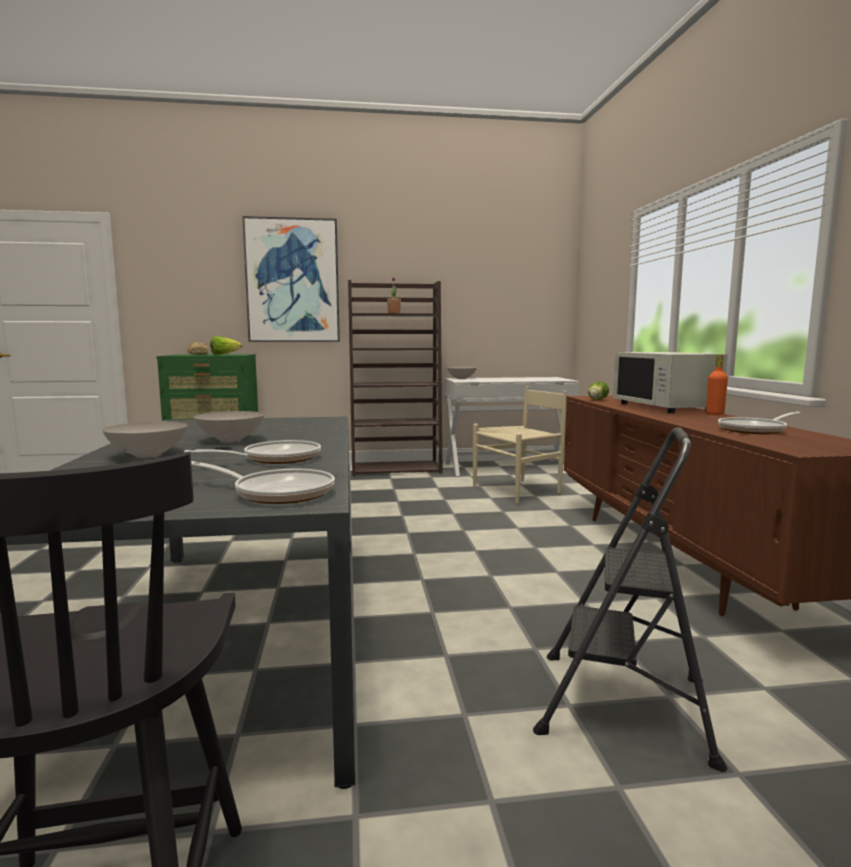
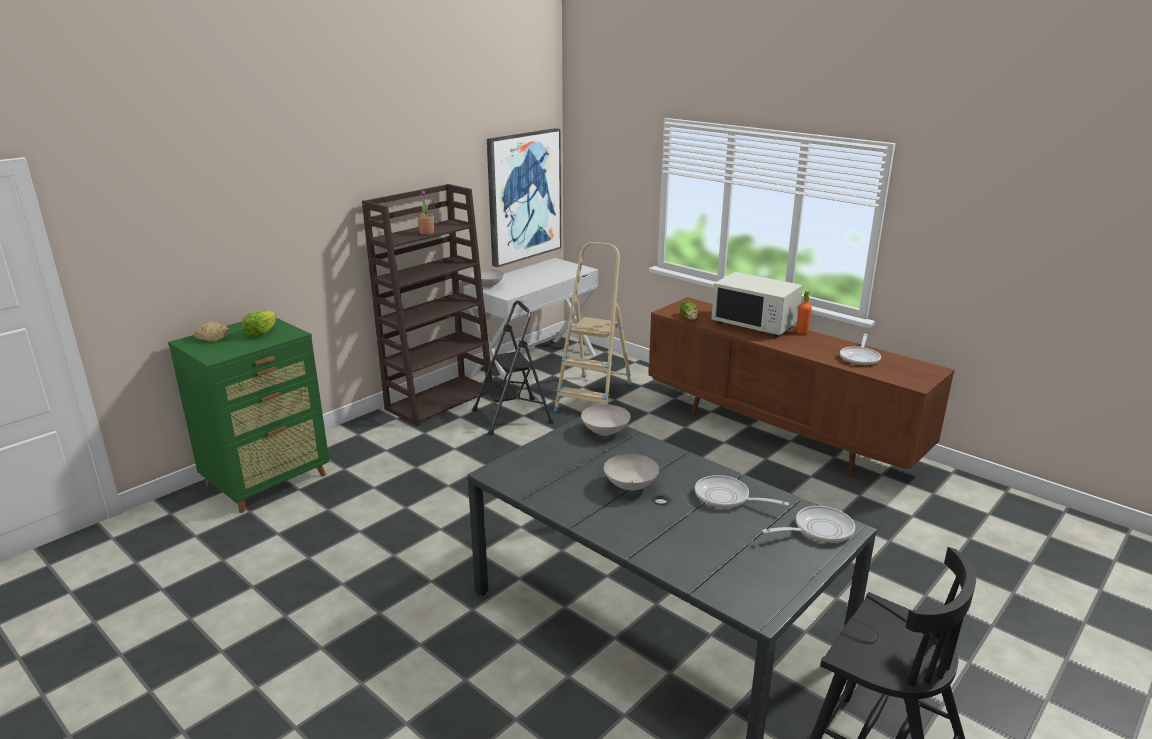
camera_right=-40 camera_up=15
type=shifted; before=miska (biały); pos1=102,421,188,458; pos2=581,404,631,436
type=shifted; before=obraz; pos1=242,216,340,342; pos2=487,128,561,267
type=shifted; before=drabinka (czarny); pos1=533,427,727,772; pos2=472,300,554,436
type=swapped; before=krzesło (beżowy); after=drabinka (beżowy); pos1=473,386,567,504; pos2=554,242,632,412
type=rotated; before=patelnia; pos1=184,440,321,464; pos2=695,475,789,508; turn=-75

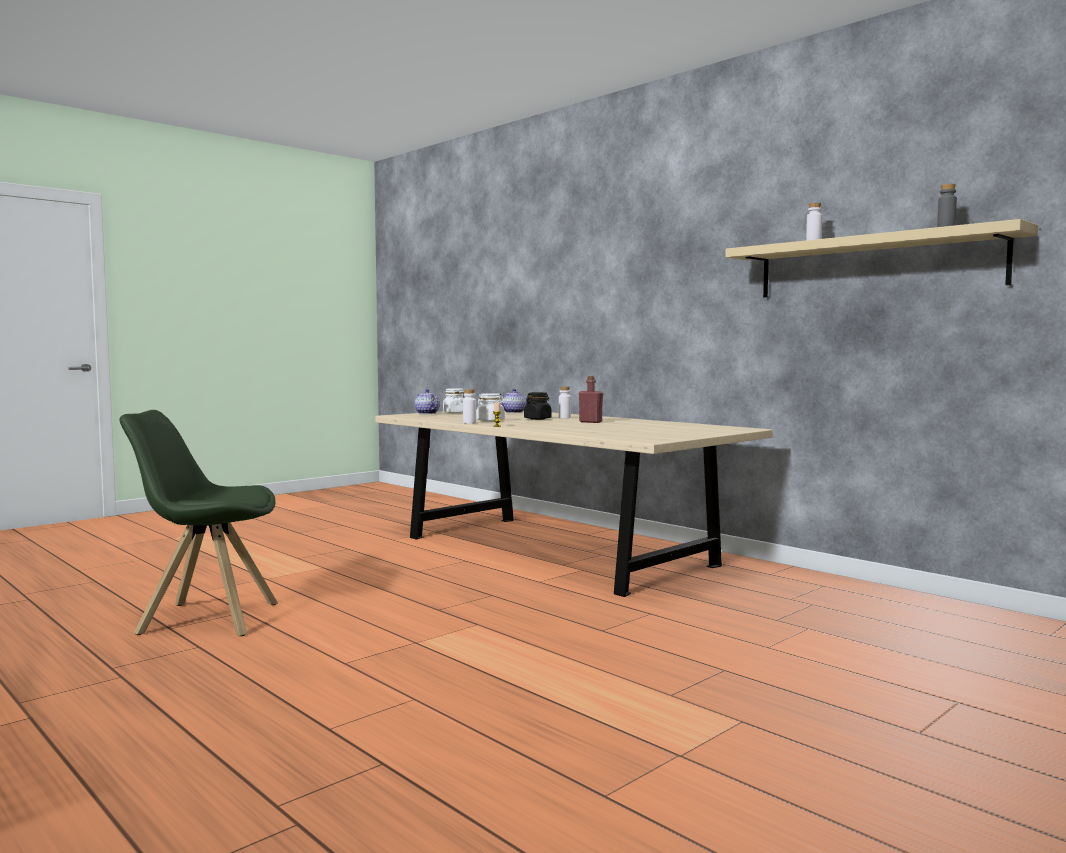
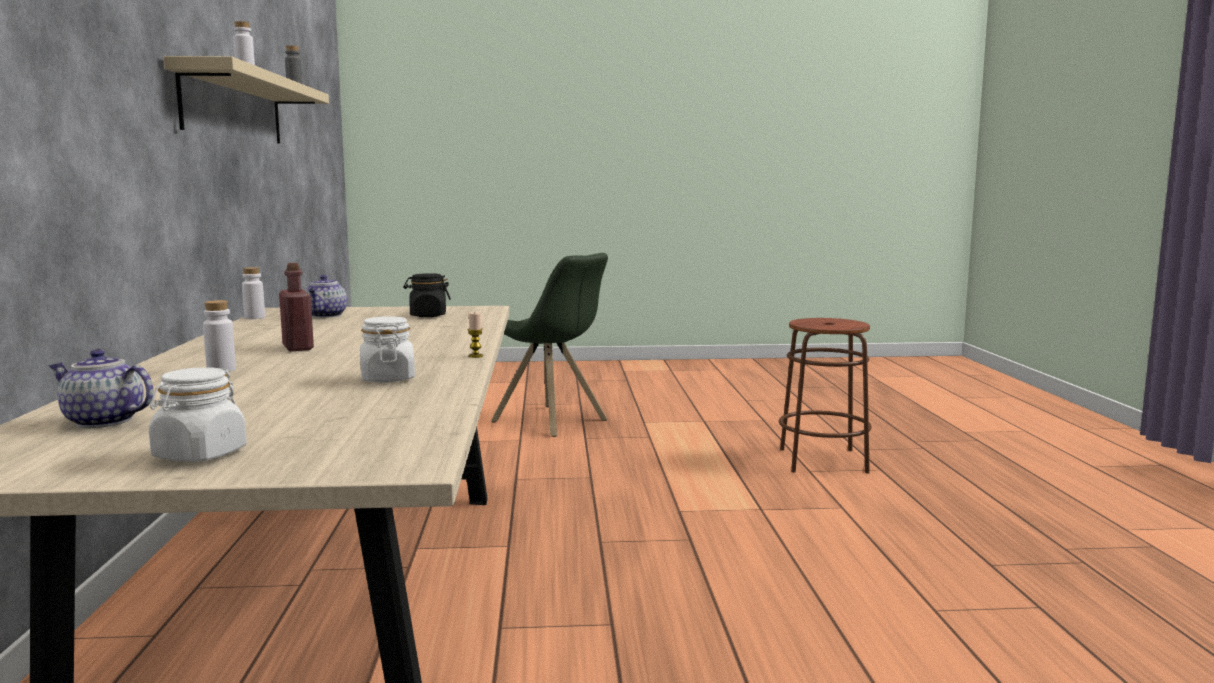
camera_right=-140 camera_up=5
type=new; after=stołek (brązowy); pos2=779,318,872,473
type=shifted; before=krzesło (zielony); pos1=119,410,278,636; pos2=491,253,608,437
type=shifted; before=imbryk; pos1=415,389,440,414; pos2=305,275,347,318
type=shifted; before=butelka (biały); pos1=463,389,476,424; pos2=242,267,265,319
type=shifted; before=słoik (czarny); pos1=524,392,552,420; pos2=403,273,451,317

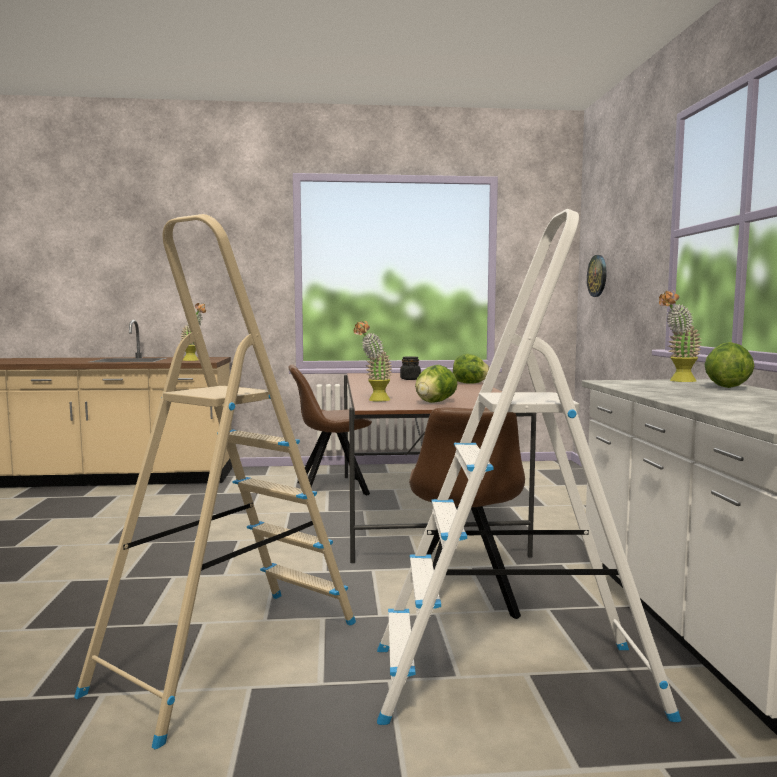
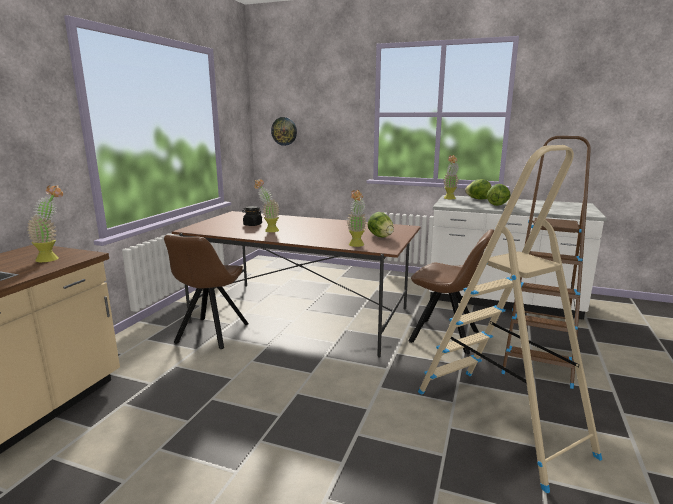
camera_right=-65 camera_up=10
type=new; after=roślina doniczkowa; pos2=254,179,280,232
type=shifted; before=sałata; pos1=453,354,490,384; pos2=487,184,511,206
type=repainted; before=drabinka (biały); after=drabinka (brązowy); pos1=377,209,681,725; pos2=502,136,591,389

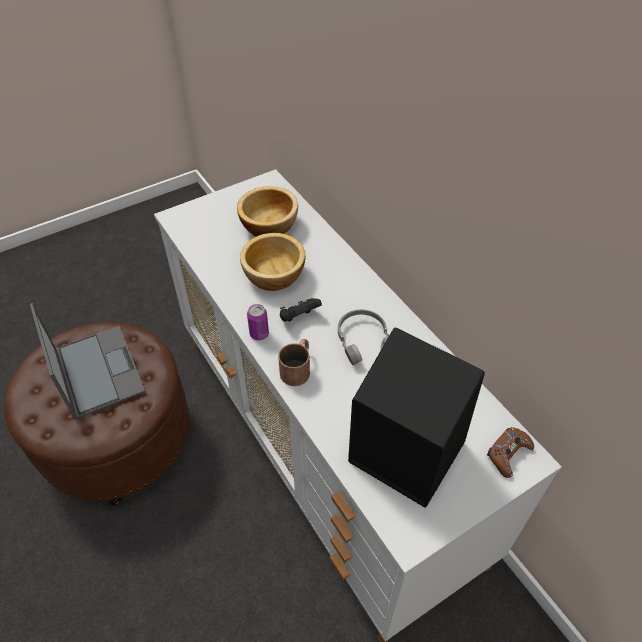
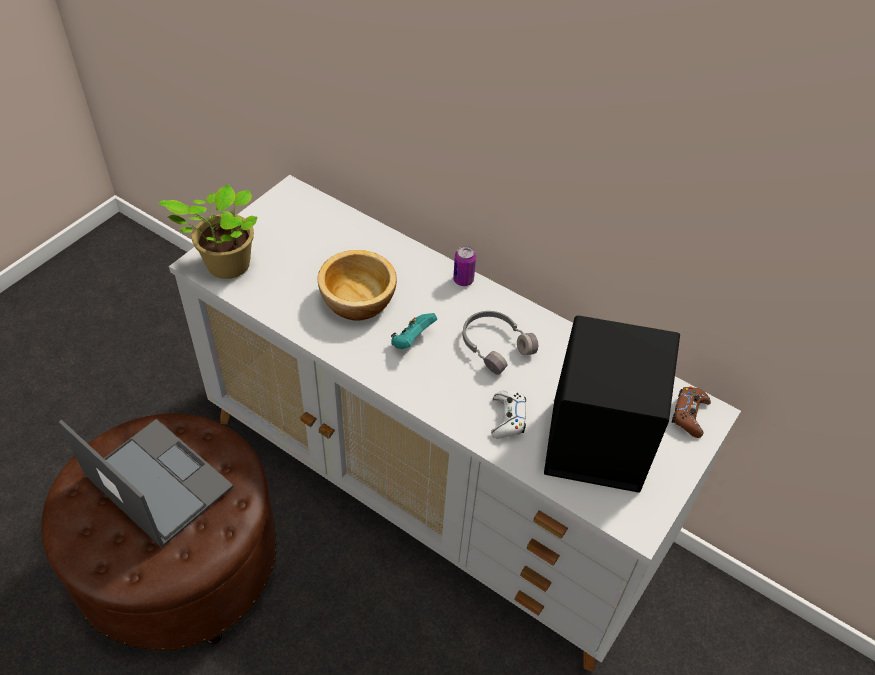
camera_right=-25 camera_up=0
type=gone; before=miska; pos1=237,186,298,237
type=gone; before=kubek (brązowy); pos1=278,339,310,386
type=new; after=roślina doniczkowa; pos2=159,184,258,279
type=new; after=pad do gier (biały); pos2=491,390,526,438
type=shifted; before=puszka; pos1=247,304,269,340; pos2=453,246,476,286
type=repainted; before=pad do gier (czarny); after=pad do gier (turkusowy); pos1=280,298,322,322; pos2=391,313,437,349

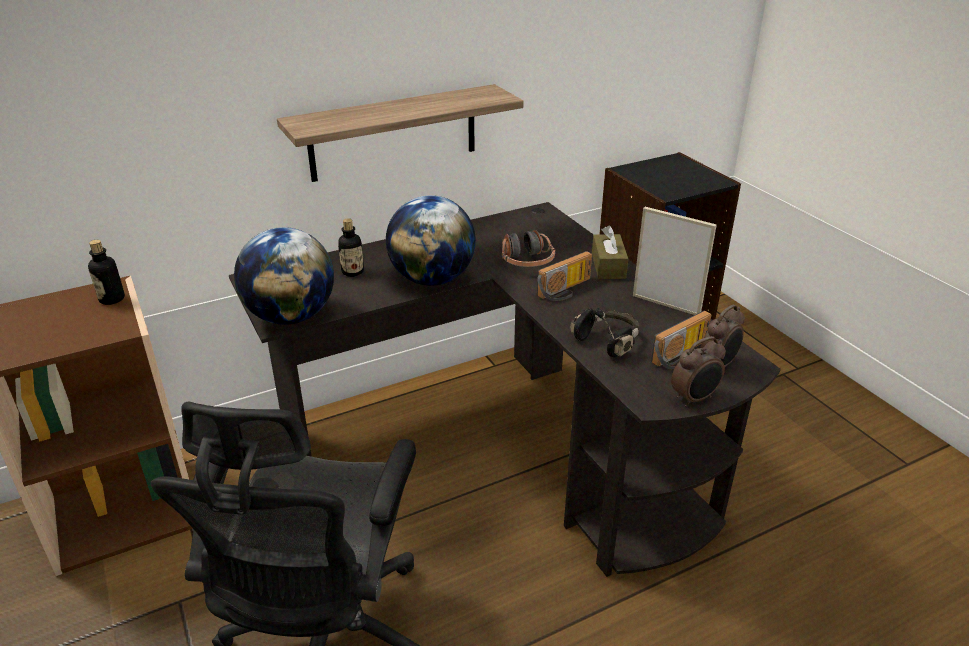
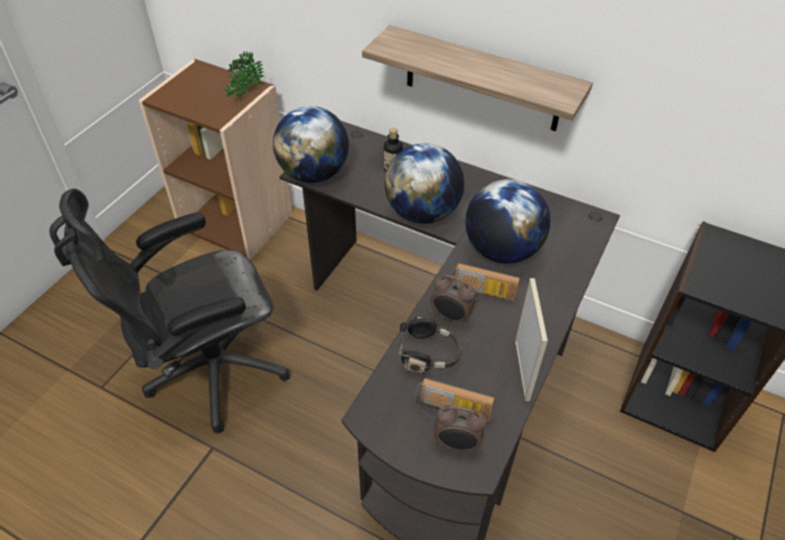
camera_right=55 camera_up=15
type=gone; before=pudełko chusteczek (brązowy); pos1=592,226,628,279
type=shifted; before=budzik; pos1=671,336,726,407; pos2=430,275,476,325
type=swapped; before=butelka; after=roślina doniczkowa; pos1=88,240,125,305; pos2=224,51,264,102
type=swapped; before=słuchawki; after=globus; pos1=502,230,556,267; pos2=465,179,550,263

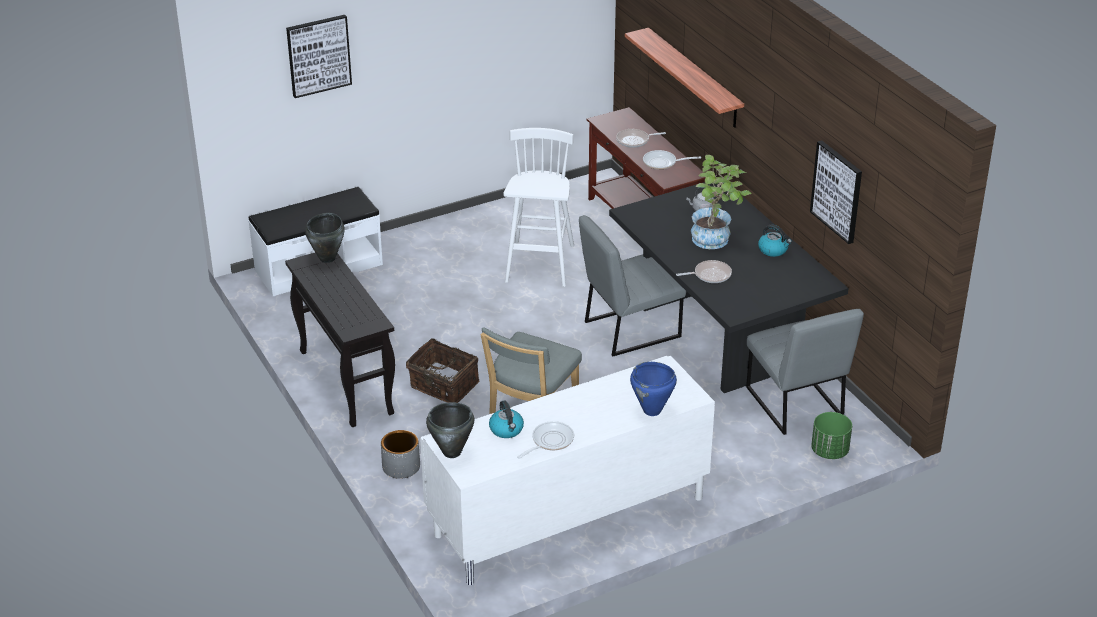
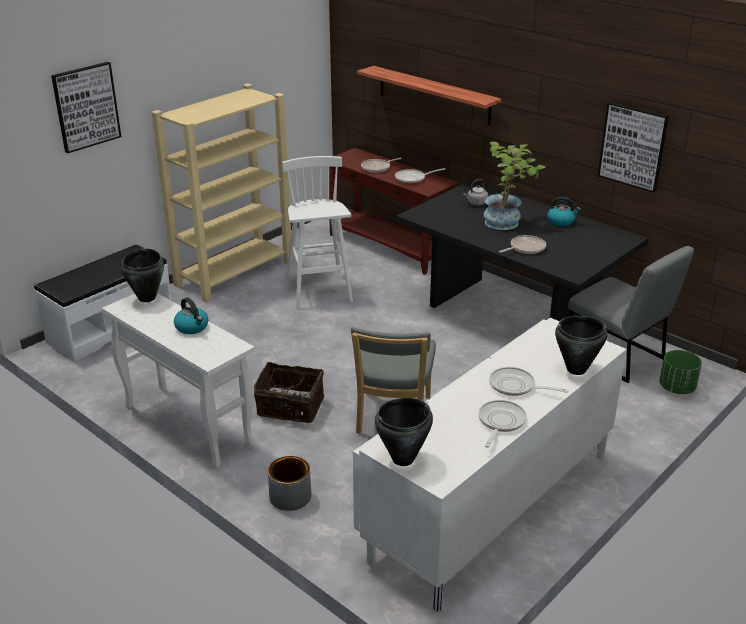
camera_right=-20 camera_up=-5
type=gone; before=krzesło (szary); pos1=579,215,686,356
type=new; after=regał (beżowy); pos2=152,83,293,303
type=new; after=patelnia; pos2=489,367,569,396
type=shifted; before=czajnik; pos1=489,400,524,438; pos2=174,297,208,334
type=repainted; before=stolik konsolowy (czarny); after=stolik konsolowy (biały); pos1=285,253,395,427; pos2=102,293,255,468
type=repainted; before=garnek (niebieski); after=garnek (czarny); pos1=630,362,677,416; pos2=555,316,608,375

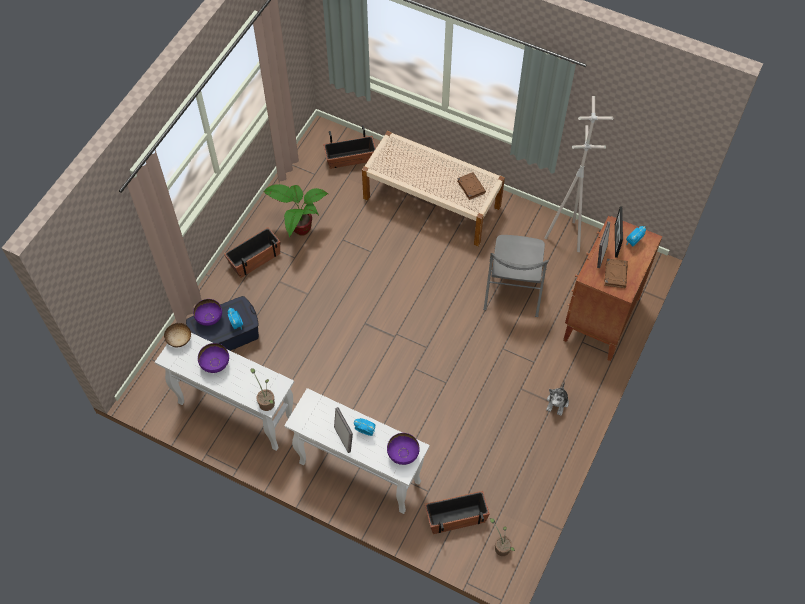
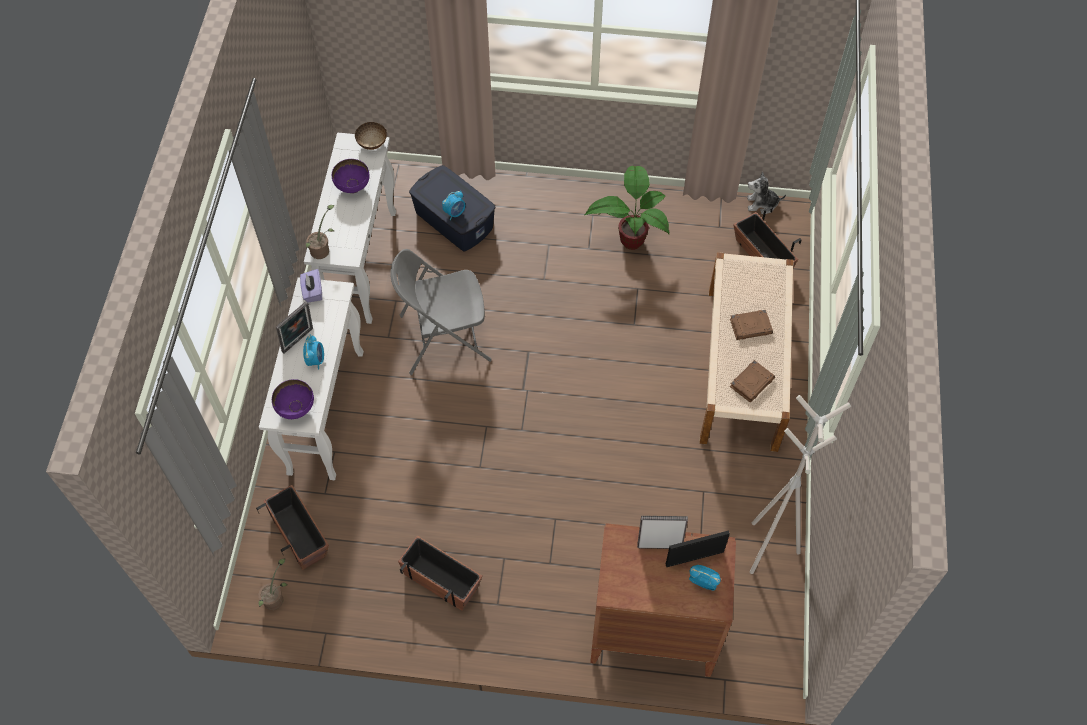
camera_right=70 camera_up=0
type=gone; before=miska (fioletowy); pos1=193,299,222,326
type=new; after=pudełko chusteczek (fioletowy); pos2=300,269,322,303
type=shifted; before=donica; pos1=224,227,280,278; pos2=398,535,482,611
type=shifted; before=krzesło (szary); pos1=483,235,549,317; pos2=390,249,491,375
type=shifted; before=pluszak; pos1=546,382,569,416; pos2=747,171,786,214
type=shifted; before=książka (brązowy); pos1=604,258,628,288; pos2=730,310,773,340

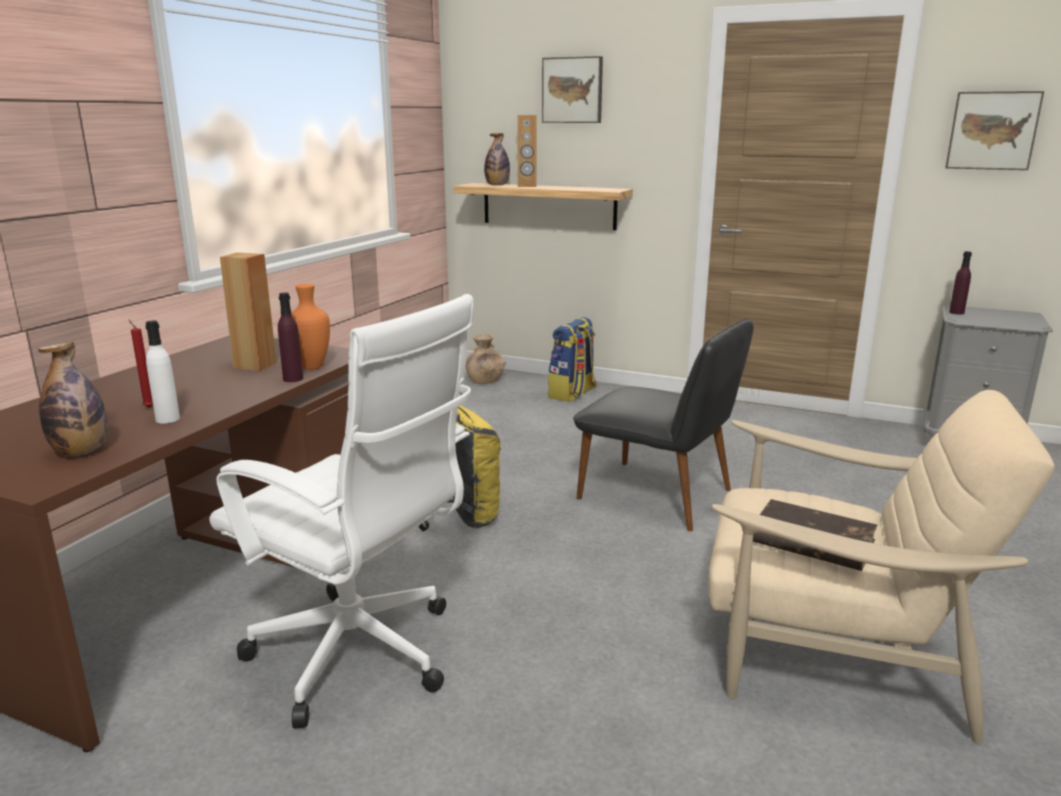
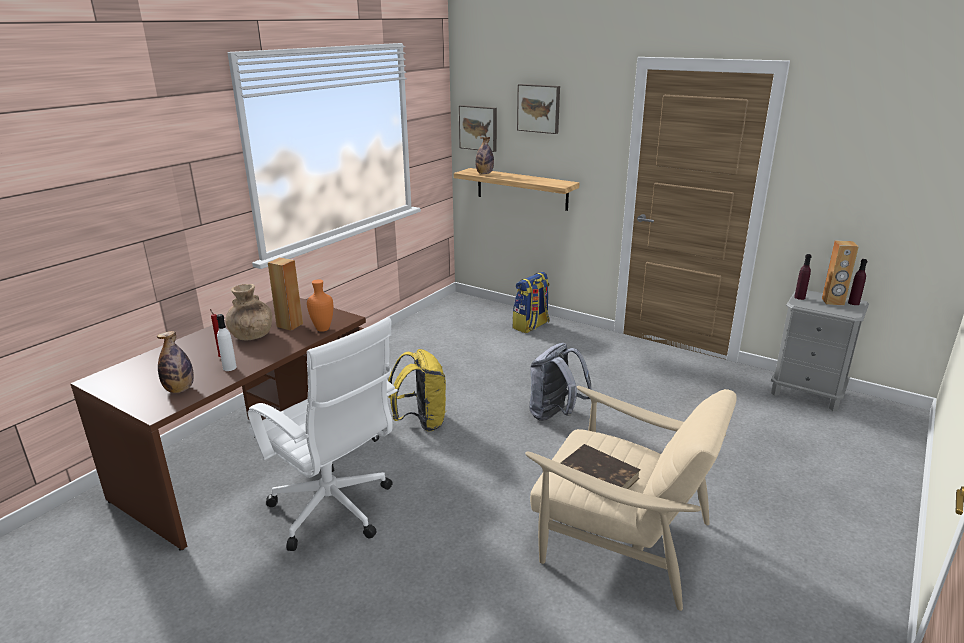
camera_right=10 camera_up=5
type=shifted; before=butelka (fioletowy); pos1=278,293,303,382; pos2=848,259,867,305
type=shifted; before=wazon (brązowy); pos1=466,334,506,384; pos2=225,284,272,340
type=shifted; before=głośnik (brązowy); pos1=517,115,537,187; pos2=822,240,859,306
type=shifted; before=obraz; pos1=945,91,1044,170; pos2=459,105,497,152
type=swapped; before=krzesło (czarny); after=plecak (szary); pos1=573,319,754,531; pos2=529,343,591,421

